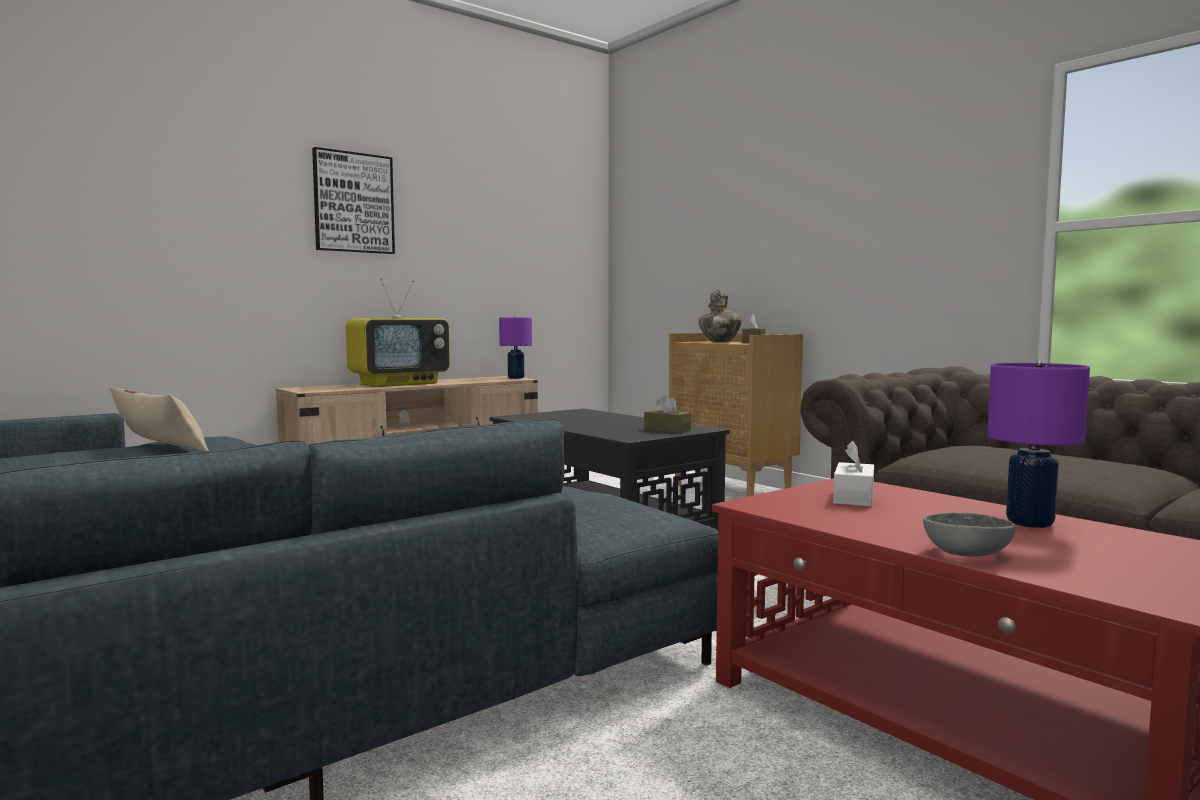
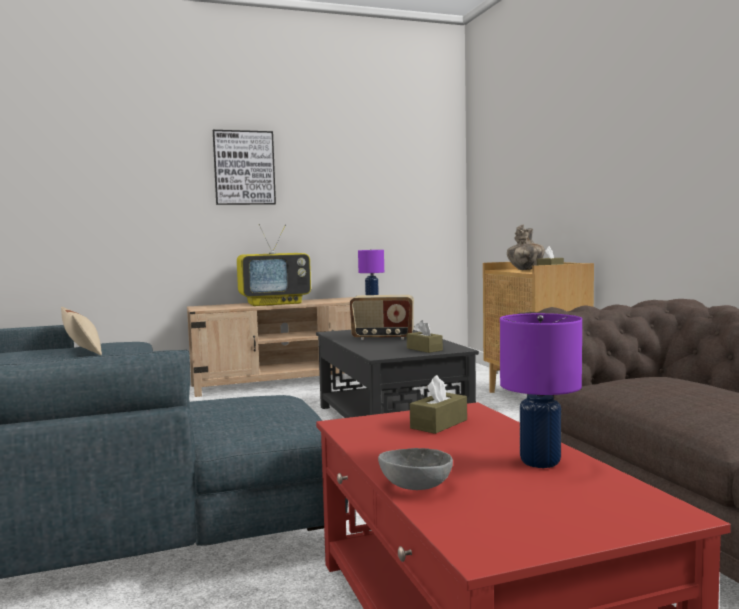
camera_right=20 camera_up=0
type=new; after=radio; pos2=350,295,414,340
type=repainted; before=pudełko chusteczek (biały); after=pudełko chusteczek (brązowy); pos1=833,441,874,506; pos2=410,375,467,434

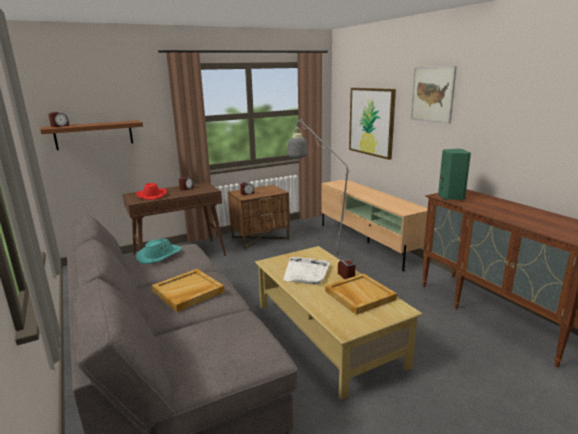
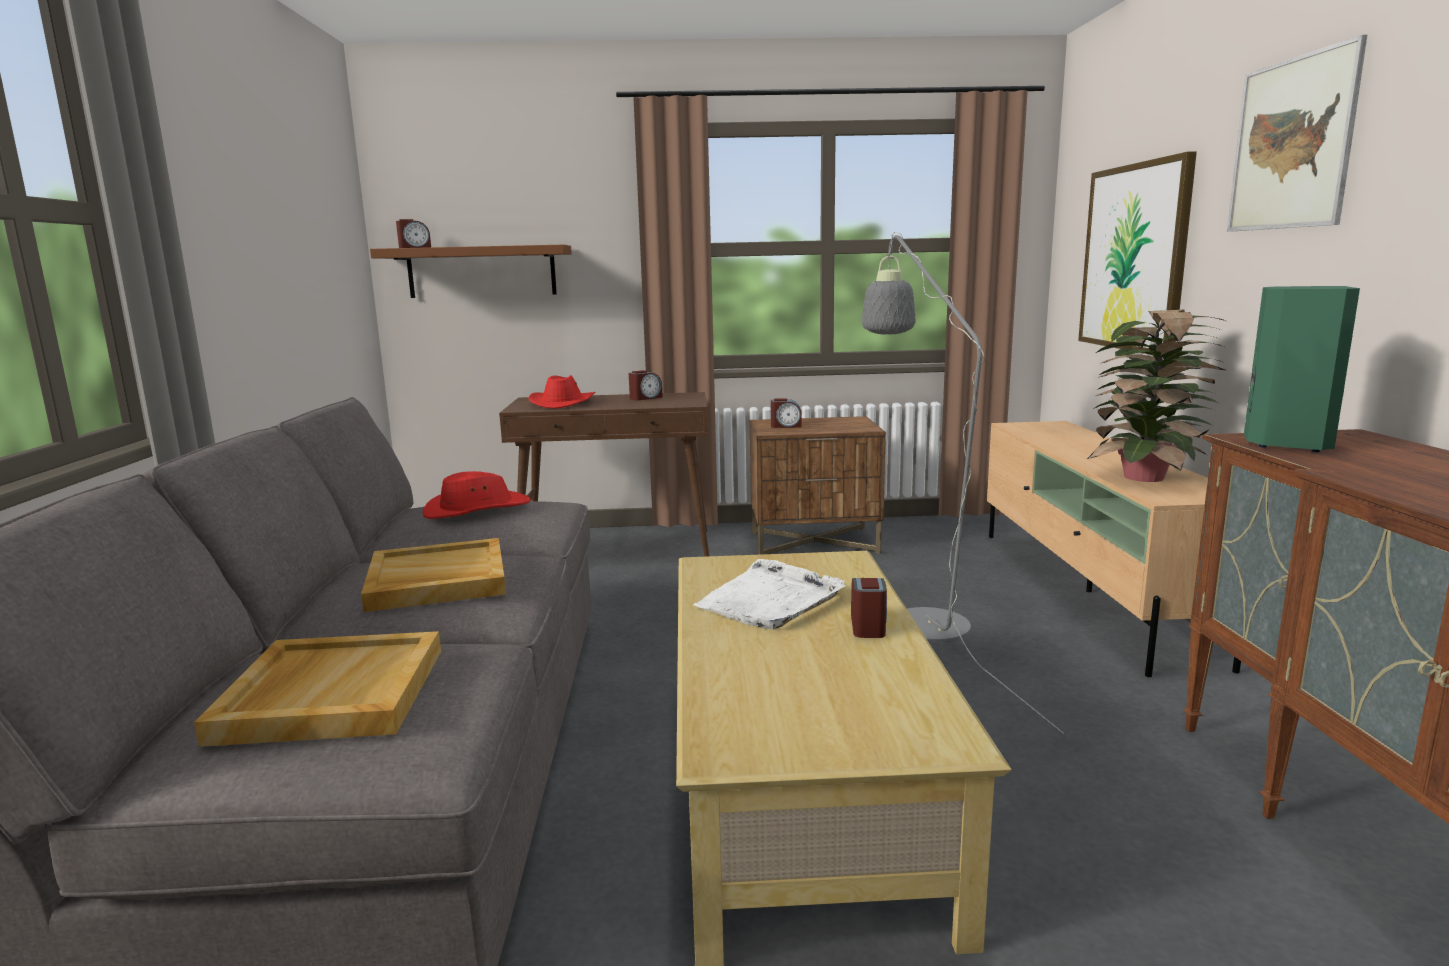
camera_right=25 camera_up=-5
type=new; after=roślina doniczkowa; pos2=1087,310,1228,482
type=shifted; before=taca (beżowy); pos1=325,273,397,315; pos2=194,631,441,747
type=repainted; before=kapelusz (turkusowy); after=kapelusz (czerwony); pos1=136,239,182,264; pos2=422,471,531,519

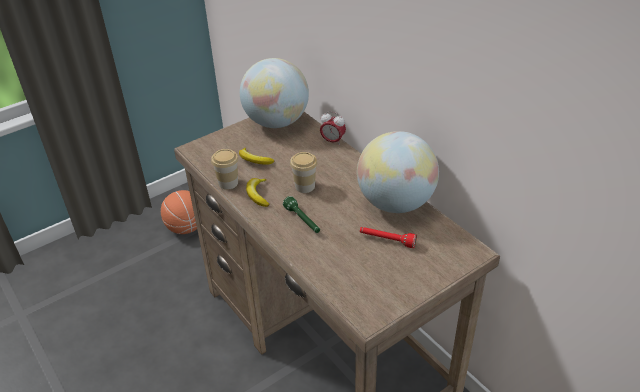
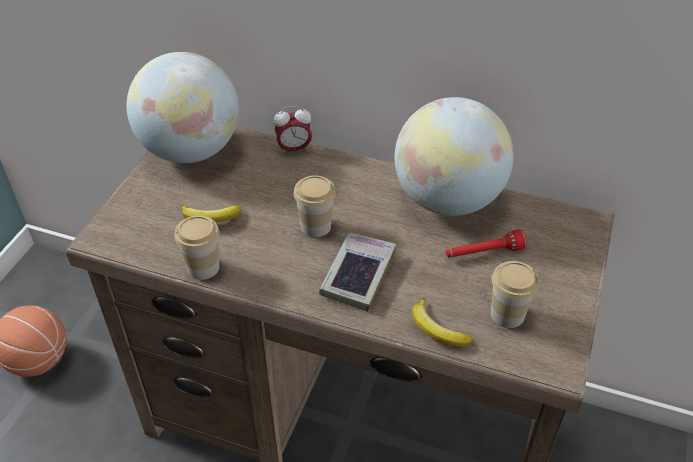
camera_right=-35 camera_up=5
type=new; after=filiżanka; pos2=491,261,539,328
type=shifted; before=banan; pos1=246,178,269,207; pos2=412,298,473,347
type=swapped; before=latarka (zielony); after=książka; pos1=283,196,320,233; pos2=319,233,396,312

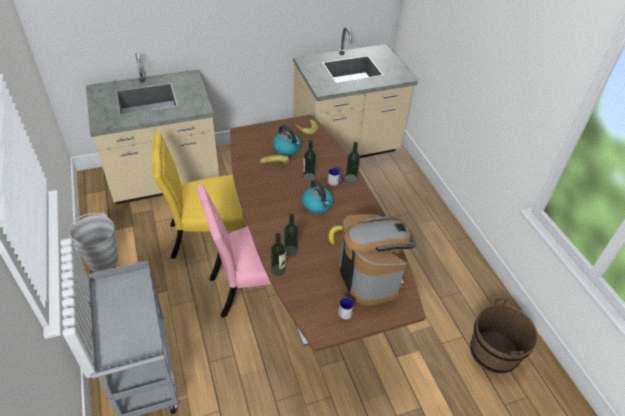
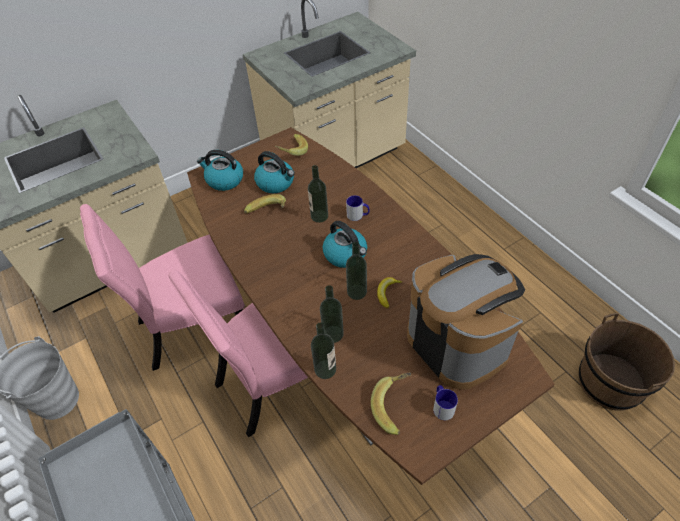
camera_right=-10 camera_up=5
type=new; after=czajnik; pos2=197,150,243,191
type=new; after=banan; pos2=371,372,412,435
type=shifted; before=butelka; pos1=345,141,360,182; pos2=346,242,367,300
type=repainted; before=krzesło (żółty); after=krzesło (różowy); pos1=152,131,244,259; pos2=80,204,245,371

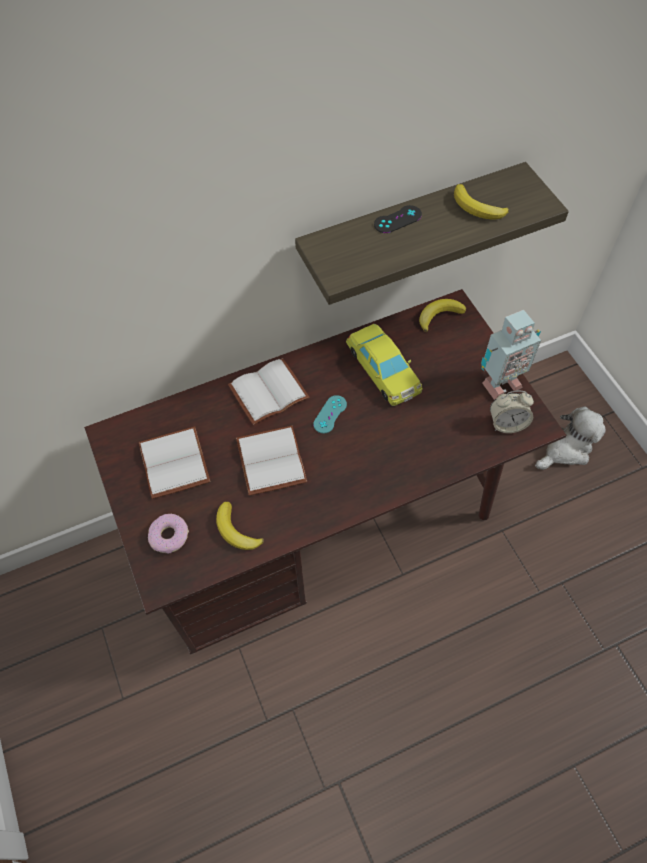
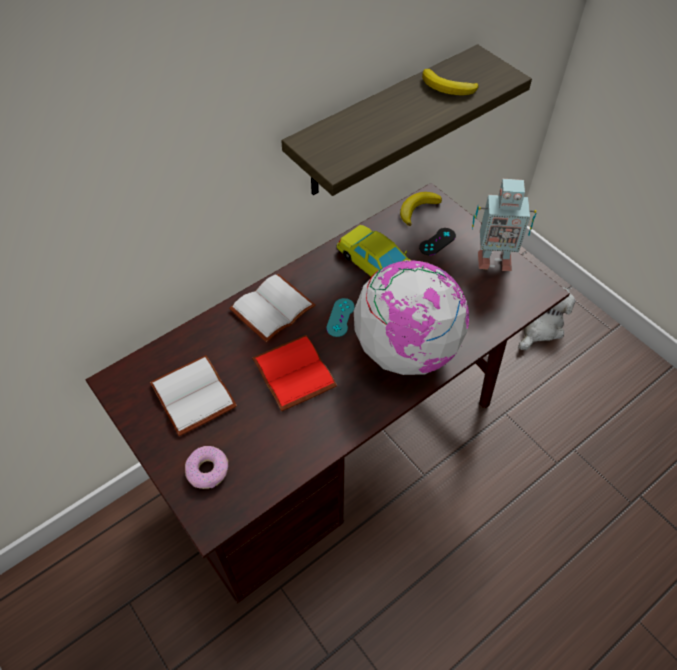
camera_right=-15 camera_up=-5
type=gone; before=banan; pos1=216,502,264,550
type=gone; before=budzik; pos1=490,391,534,433
type=new; after=globus; pos2=354,260,469,375
type=shifted; before=pad do gier (czarny); pos1=374,205,422,233; pos2=419,228,456,255
type=repainted; before=książka (biały); after=książka (czerwony); pos1=236,426,307,496; pos2=252,335,337,411
type=rotated; before=robot zabawkowy; pos1=481,310,541,400; pos2=472,179,537,271; turn=45

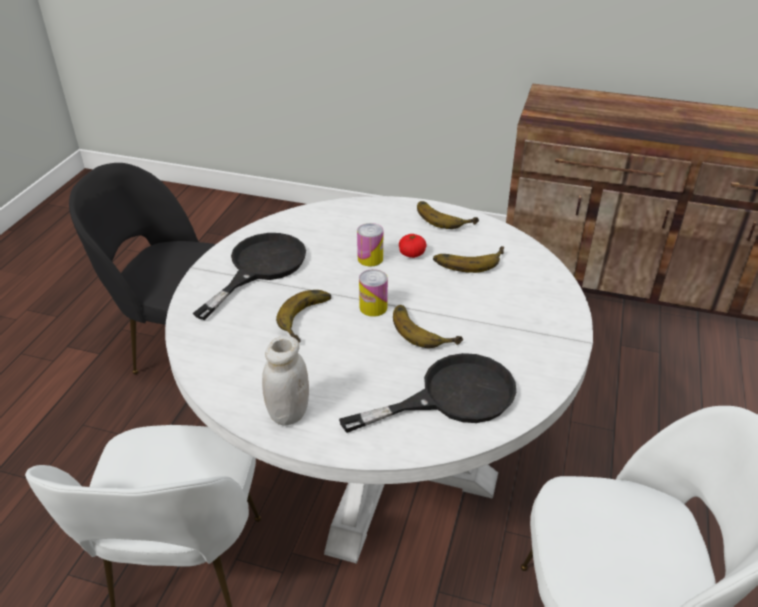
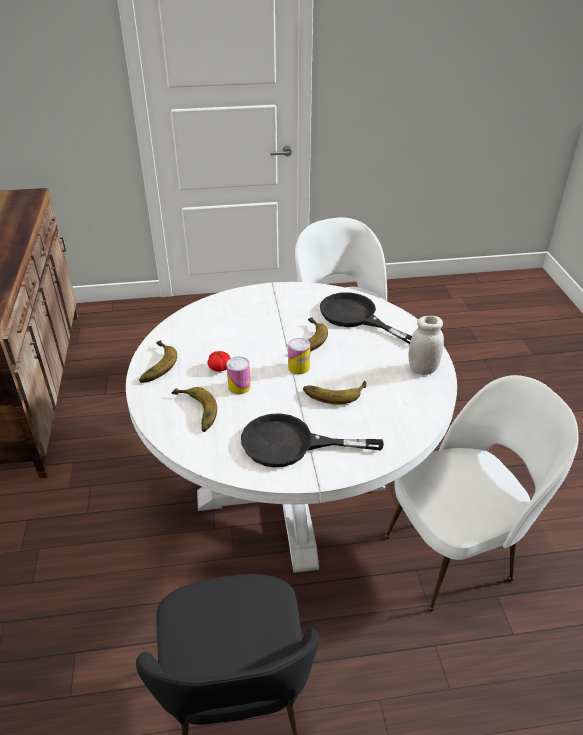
camera_right=-115 camera_up=0
type=shifted; before=banan; pos1=433,246,504,273; pos2=172,387,217,432

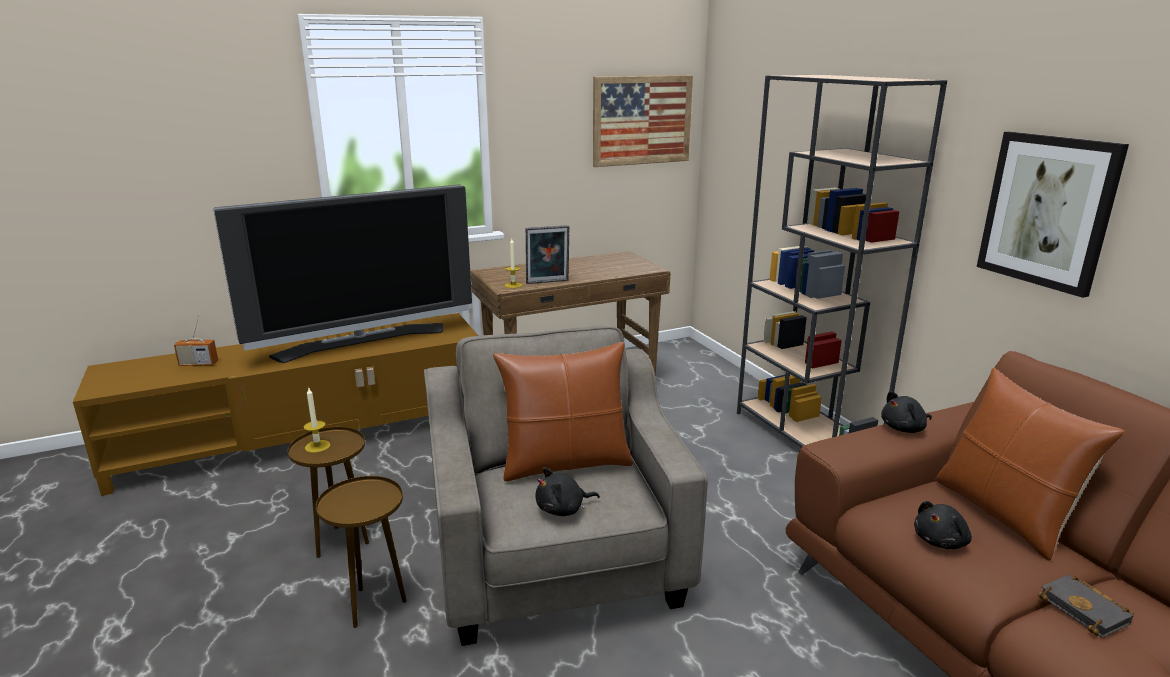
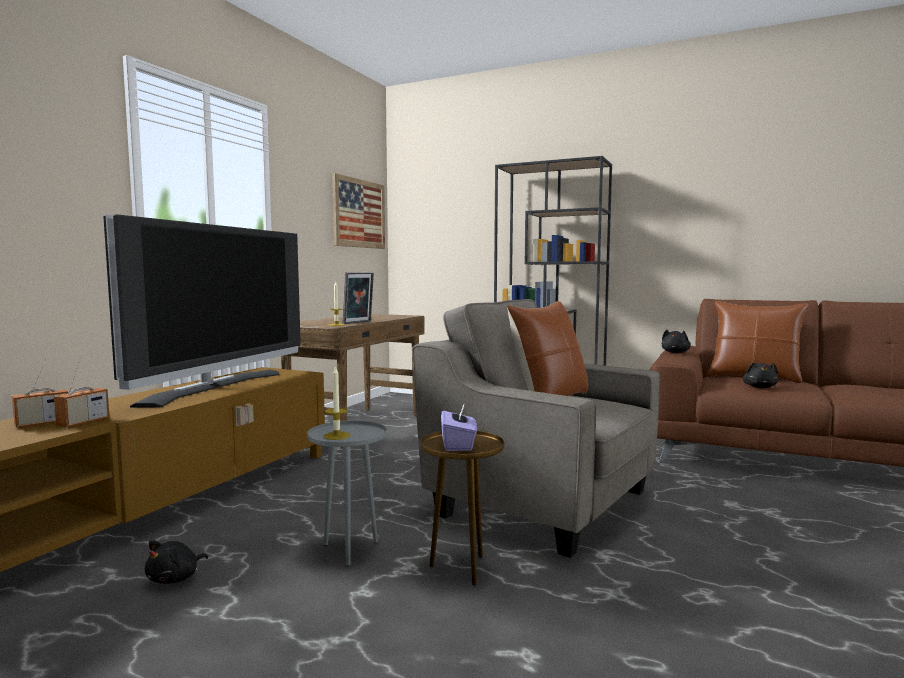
camera_right=-40 camera_up=-15
type=gone; before=obraz; pos1=977,132,1129,298
type=gone; before=książka (czarny); pos1=1038,575,1134,638
type=new; after=radio; pos2=54,357,109,428
type=new; after=pudełko chusteczek (fioletowy); pos2=441,402,477,451
type=shifted; before=pluszak (czarny); pos1=535,467,600,516; pos2=145,540,208,584
type=repainted; before=stolik (brązowy); after=stolik (szary); pos1=287,427,369,558; pos2=307,421,387,566

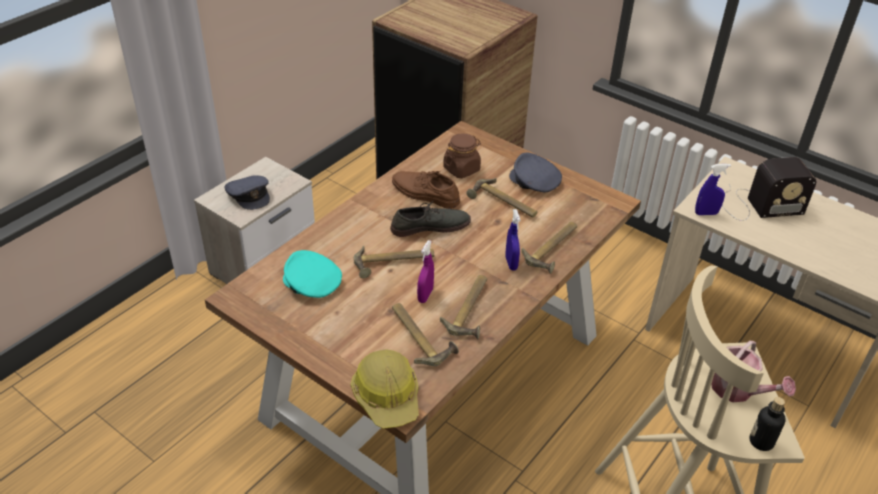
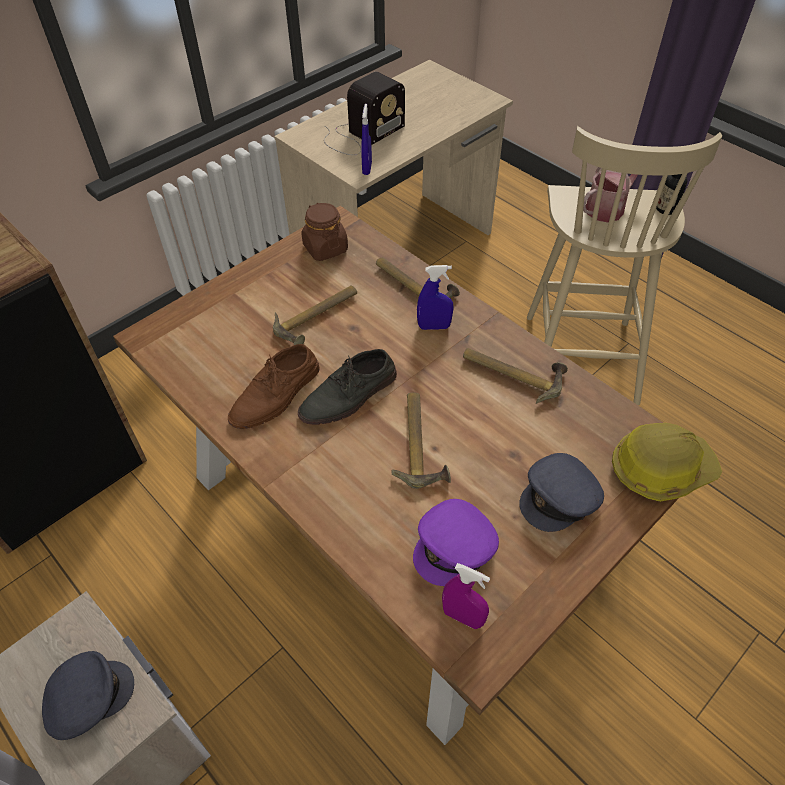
camera_right=-80 camera_up=10
type=gone; before=młotek; pos1=392,303,459,366
type=shifted; before=spryskiwacz (fioletowy); pos1=417,240,434,303; pos2=442,563,490,629
type=shifted; before=słoik (brązowy); pos1=443,133,481,178; pos2=301,203,348,261
type=shifted; before=czapka z daszkiem (szary); pos1=509,153,562,192; pos2=519,453,604,532
type=repainted; before=czapka z daszkiem (turkusowy); after=czapka z daszkiem (fioletowy); pos1=283,250,342,298; pos2=413,499,499,586
type=rotated; before=but (szary); pos1=390,201,471,237; pos2=298,349,397,425; turn=-120
type=rotated; before=radio; pos1=722,157,816,221; pos2=324,71,405,155; turn=45

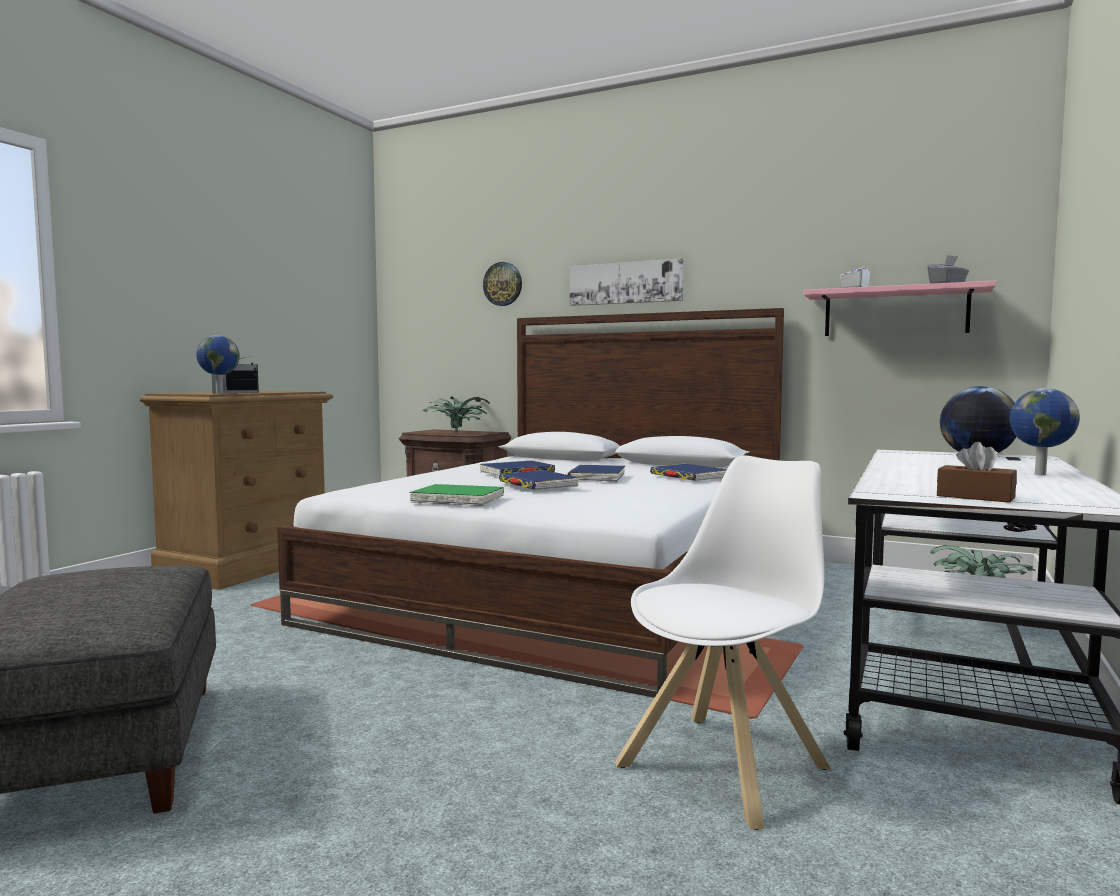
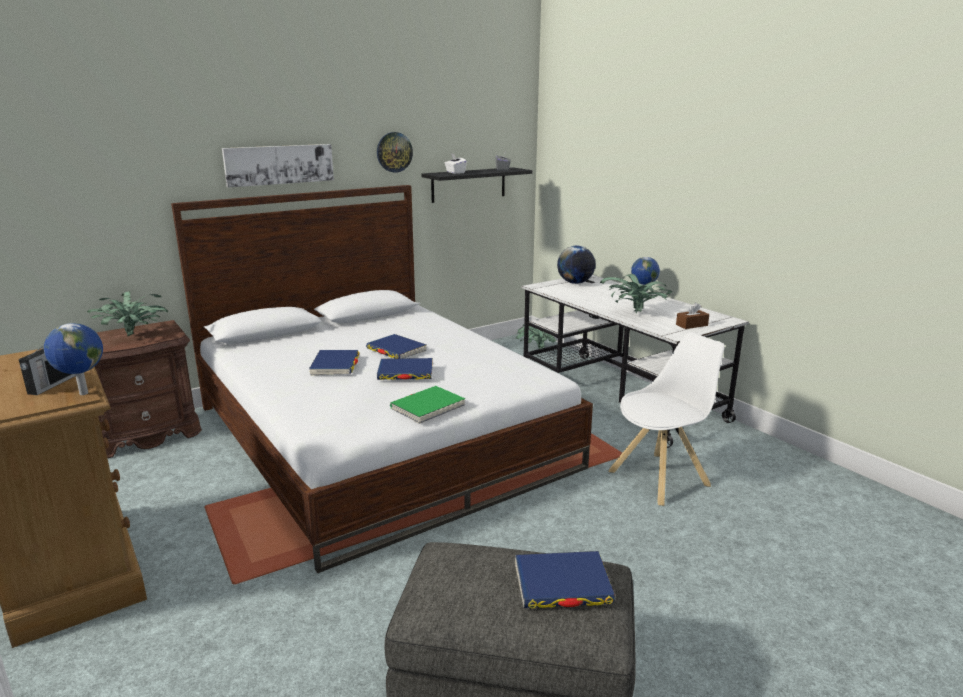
camera_right=-60 camera_up=15
type=new; after=roślina doniczkowa; pos2=600,274,672,313
type=shifted; before=zegar ścienny; pos1=483,262,522,306; pos2=377,132,413,173
type=shifted; before=książka (niebieski); pos1=650,464,727,481; pos2=515,551,615,609
type=repainted; before=półka (różowy); after=półka (czarny); pos1=803,281,996,336; pos2=421,167,532,203
type=rotated; before=krzesło (biały); pos1=616,456,831,830; pos2=608,332,725,506; turn=75

